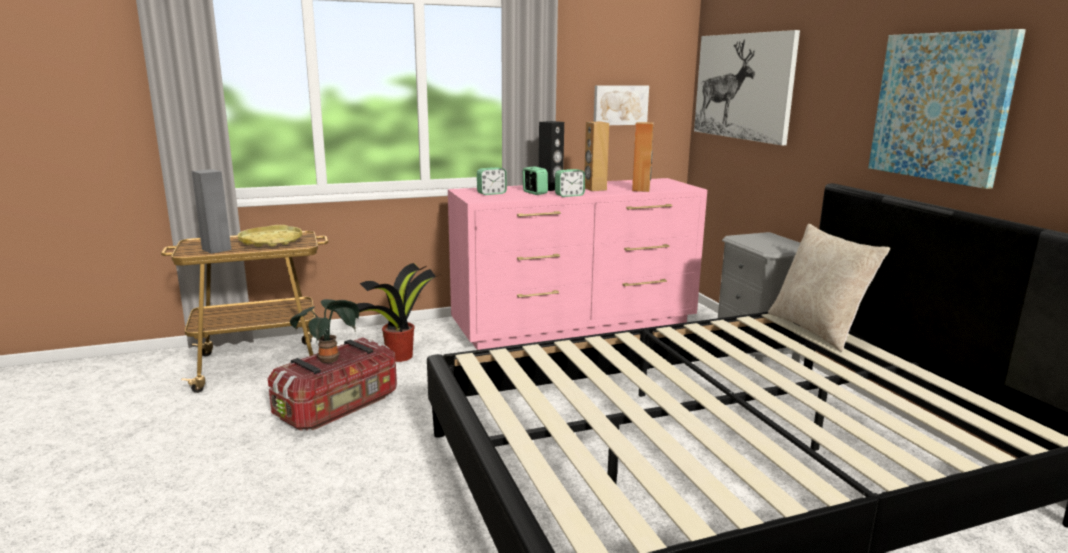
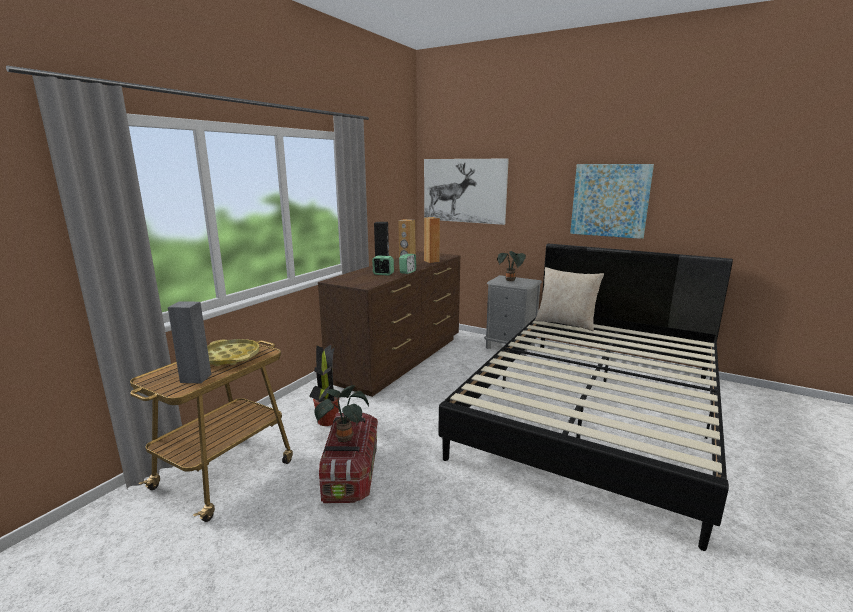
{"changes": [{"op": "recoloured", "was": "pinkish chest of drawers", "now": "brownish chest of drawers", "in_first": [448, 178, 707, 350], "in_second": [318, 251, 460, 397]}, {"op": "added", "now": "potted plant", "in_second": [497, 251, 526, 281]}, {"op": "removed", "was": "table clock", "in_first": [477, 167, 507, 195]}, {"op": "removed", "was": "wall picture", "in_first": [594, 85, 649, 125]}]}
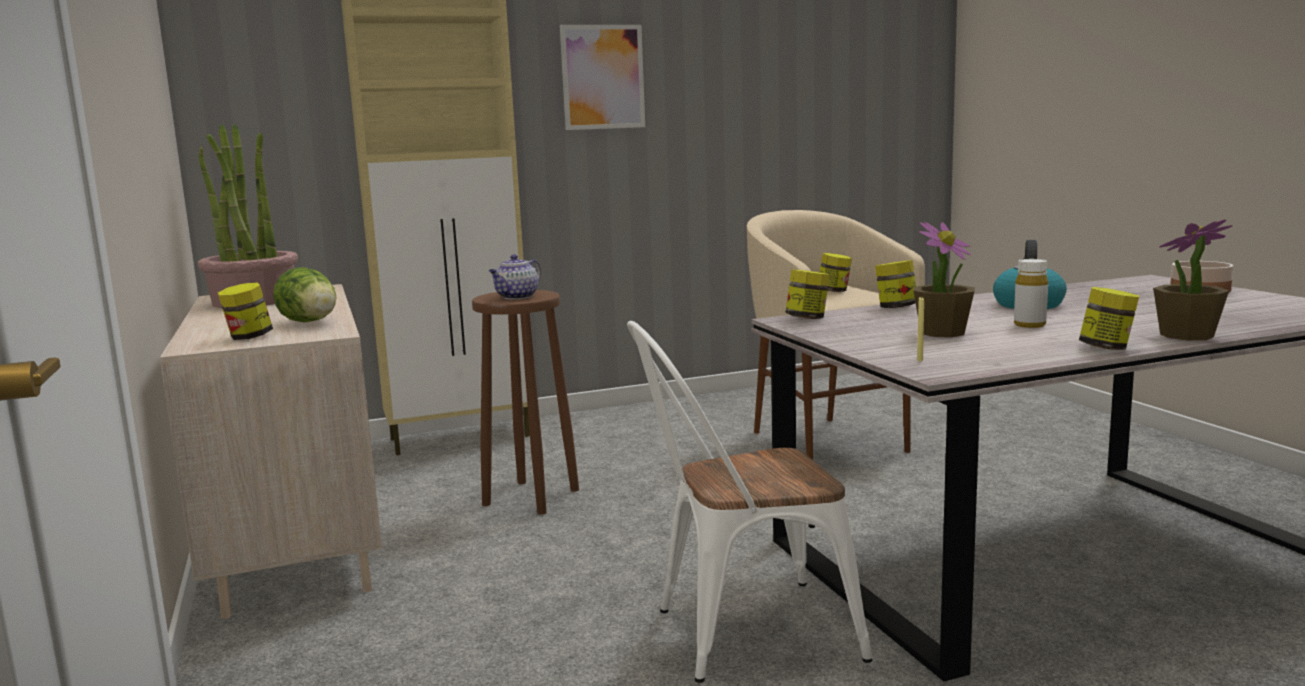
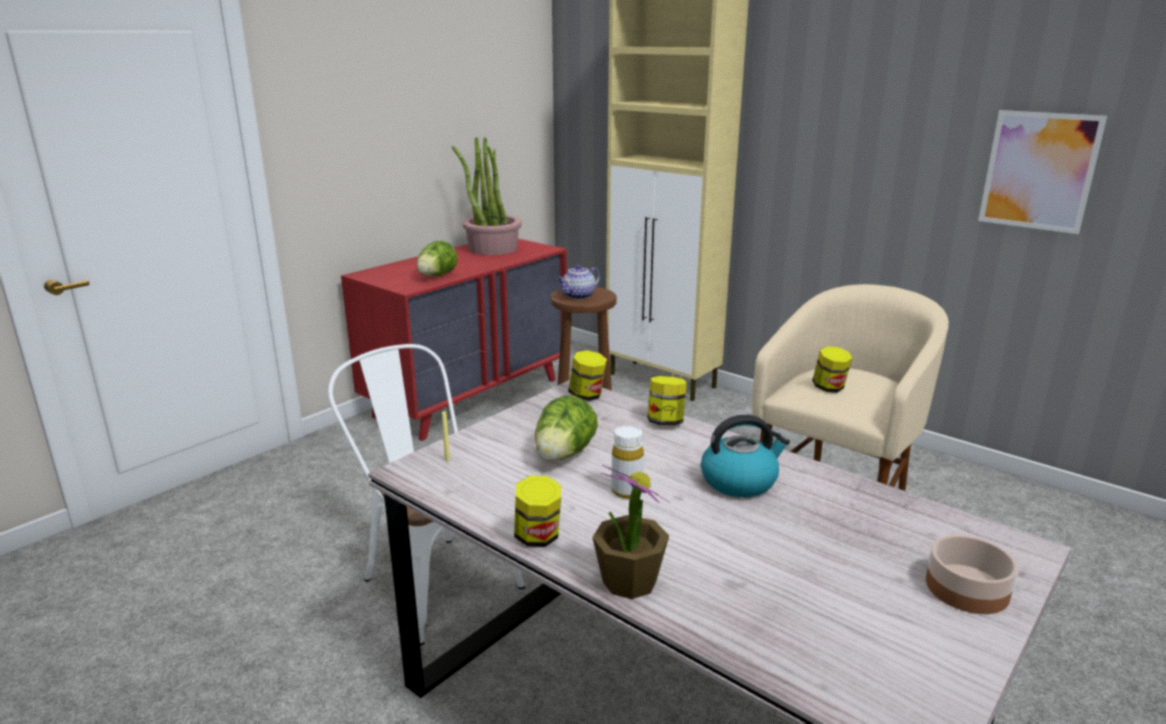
{"changes": [{"op": "recoloured", "was": "beige-coloured chest of drawers", "now": "red chest of drawers", "in_first": [160, 284, 382, 619], "in_second": [341, 239, 567, 441]}, {"op": "replaced", "was": "potted plant", "now": "lettuce", "in_first": [913, 222, 975, 337], "in_second": [535, 395, 598, 461]}, {"op": "turned", "was": "pot for tea", "in_first": [489, 254, 541, 299], "in_second": [557, 264, 600, 299], "clockwise": -45}, {"op": "moved", "was": "wall picture", "in_first": [560, 25, 645, 130], "in_second": [978, 110, 1107, 234]}, {"op": "removed", "was": "jar", "in_first": [218, 282, 273, 340]}]}
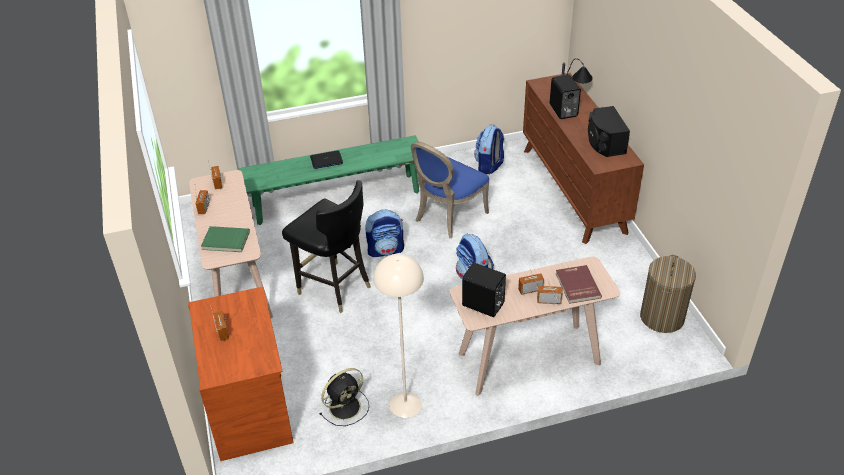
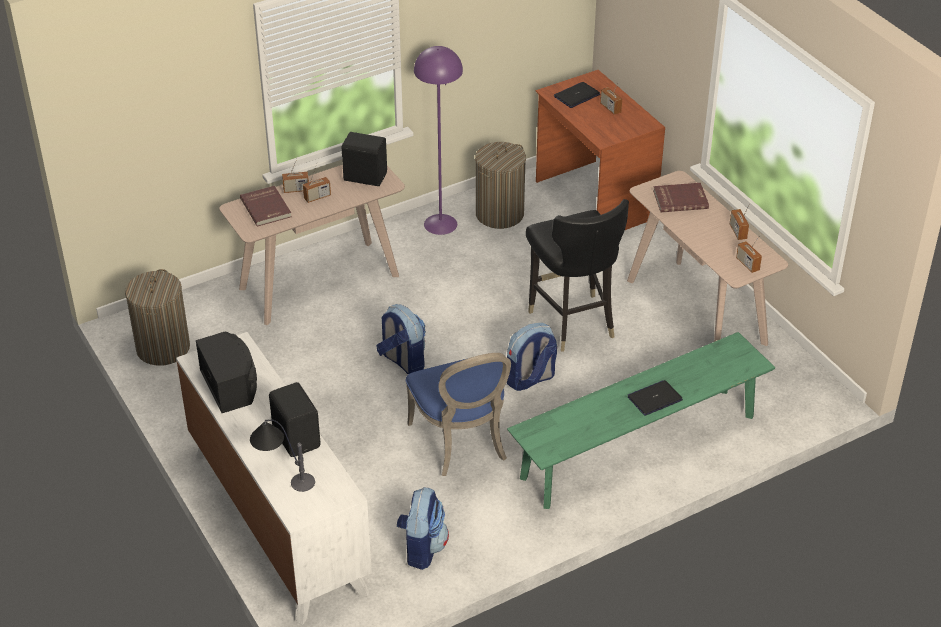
{"changes": [{"op": "recoloured", "was": "brownish chest of drawers", "now": "white chest of drawers", "in_first": [523, 73, 644, 244], "in_second": [176, 332, 372, 624]}, {"op": "turned", "was": "blue-coloured chair", "in_first": [411, 141, 490, 238], "in_second": [405, 353, 511, 476], "clockwise": 135}, {"op": "recoloured", "was": "beige-coloured floor lamp", "now": "purple floor lamp", "in_first": [373, 254, 424, 418], "in_second": [414, 46, 463, 235]}, {"op": "replaced", "was": "black-coloured cooling fan", "now": "laundry basket", "in_first": [320, 368, 369, 426], "in_second": [475, 142, 526, 229]}, {"op": "turned", "was": "black-coloured chair", "in_first": [282, 180, 371, 313], "in_second": [526, 199, 629, 351], "clockwise": -135}, {"op": "added", "now": "notebook computer", "in_second": [554, 82, 600, 108]}, {"op": "recoloured", "was": "green book", "now": "red book", "in_first": [201, 226, 250, 252], "in_second": [653, 183, 709, 212]}]}
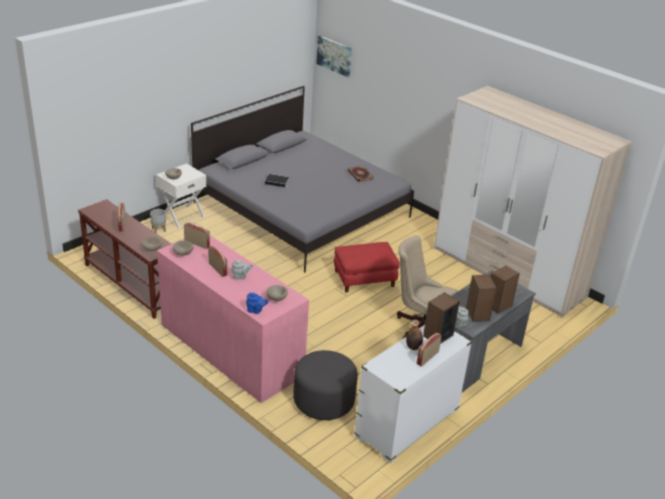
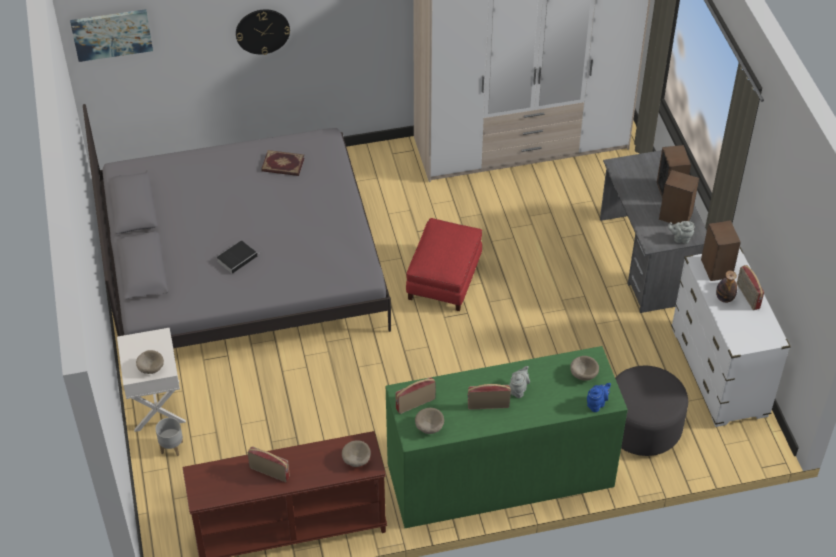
{"changes": [{"op": "added", "now": "clock on the wall", "in_second": [236, 9, 290, 55]}, {"op": "recoloured", "was": "pinkish chest of drawers", "now": "green chest of drawers", "in_first": [157, 235, 309, 403], "in_second": [386, 346, 628, 528]}, {"op": "removed", "was": "beige-coloured desk chair", "in_first": [397, 235, 457, 339]}]}
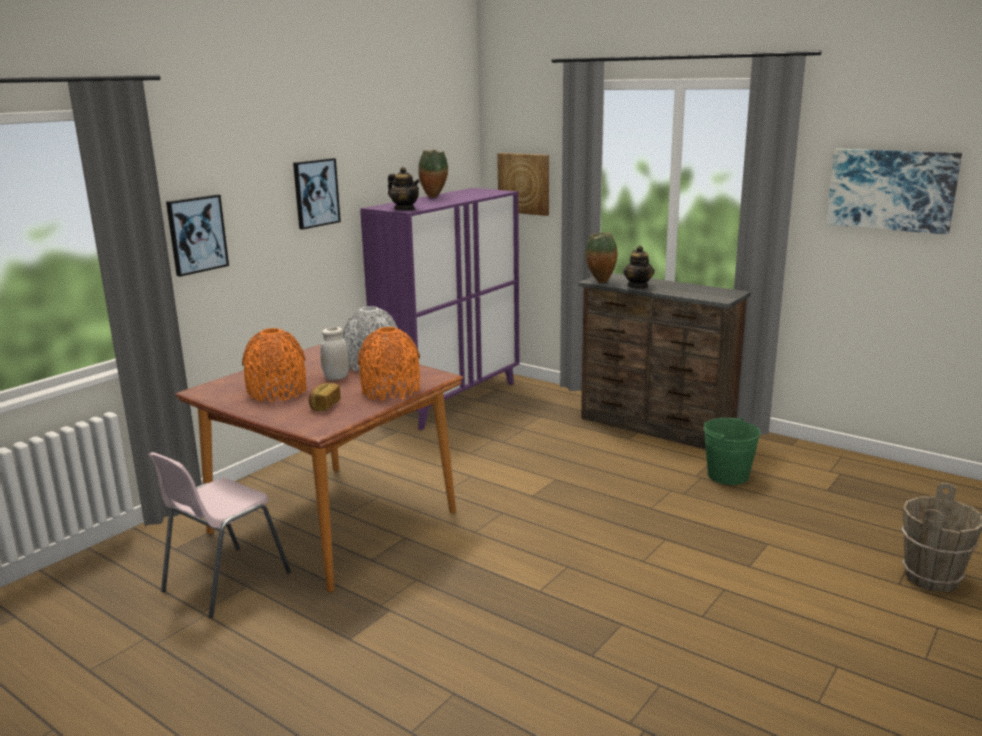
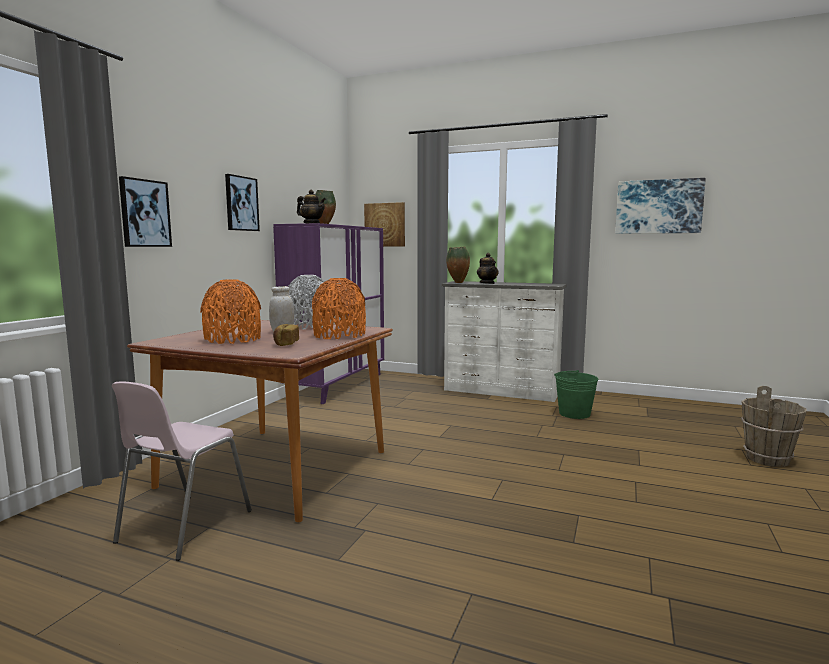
{"changes": [{"op": "recoloured", "was": "brownish chest of drawers", "now": "white chest of drawers", "in_first": [579, 273, 751, 450], "in_second": [442, 281, 567, 402]}]}
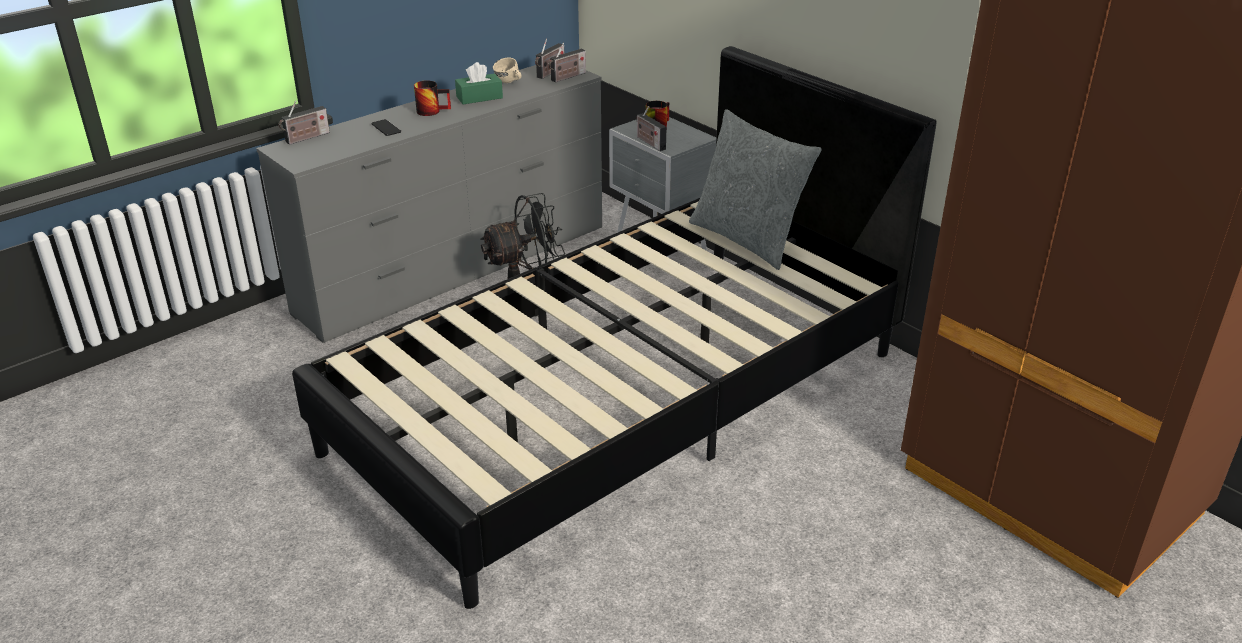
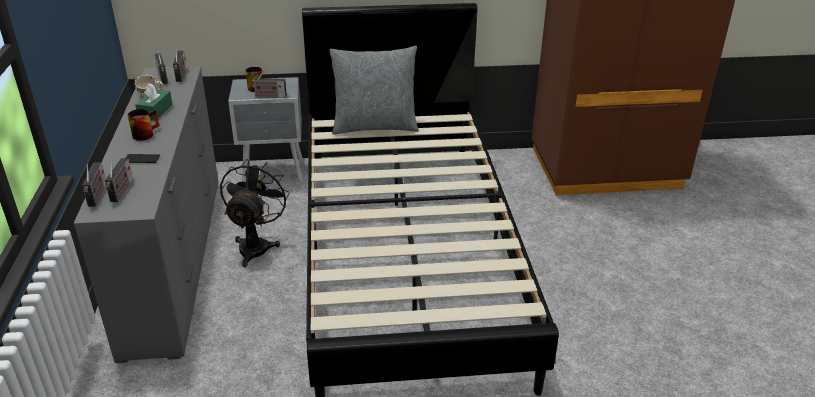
{"changes": [{"op": "added", "now": "radio", "in_second": [105, 158, 133, 202]}]}
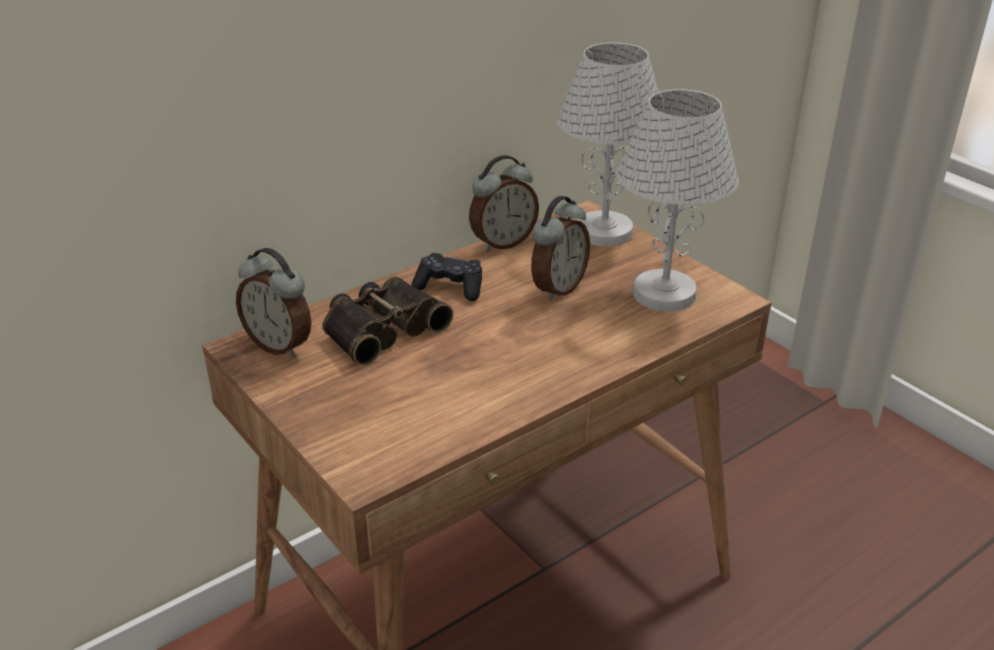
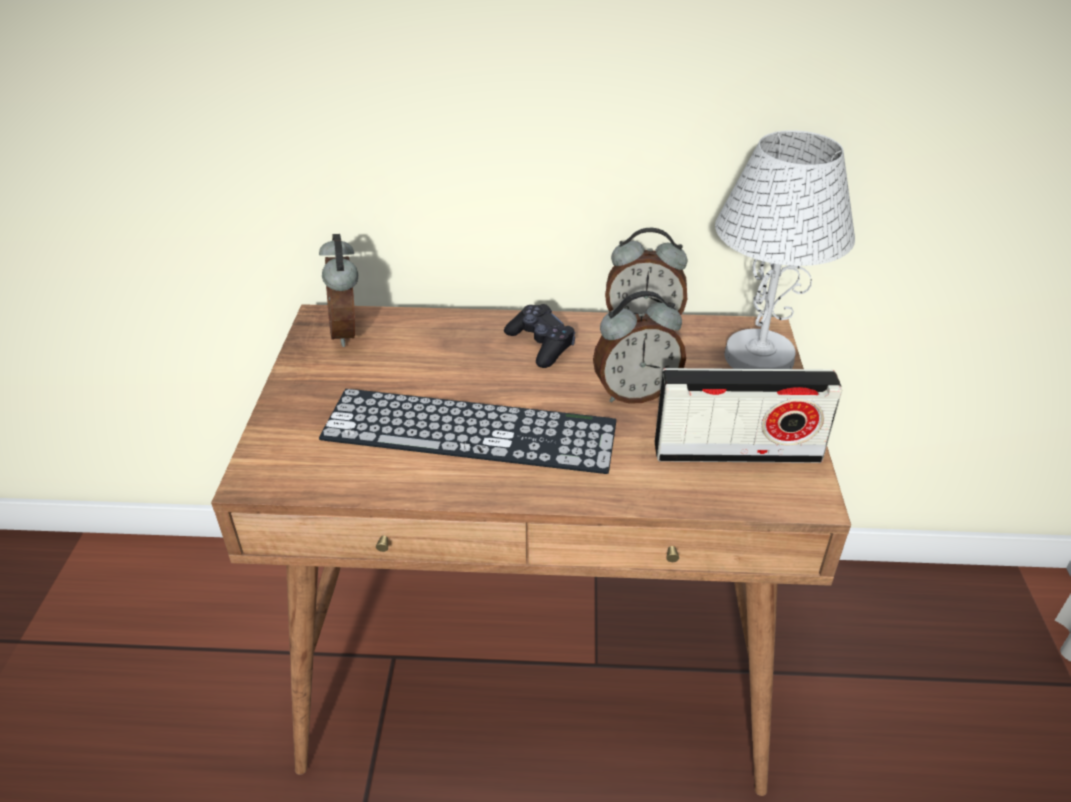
{"changes": [{"op": "added", "now": "PC keyboard", "in_second": [319, 389, 616, 474]}, {"op": "replaced", "was": "white table lamp", "now": "radio", "in_first": [616, 89, 739, 311], "in_second": [655, 368, 842, 463]}, {"op": "removed", "was": "field glasses", "in_first": [322, 276, 453, 366]}]}
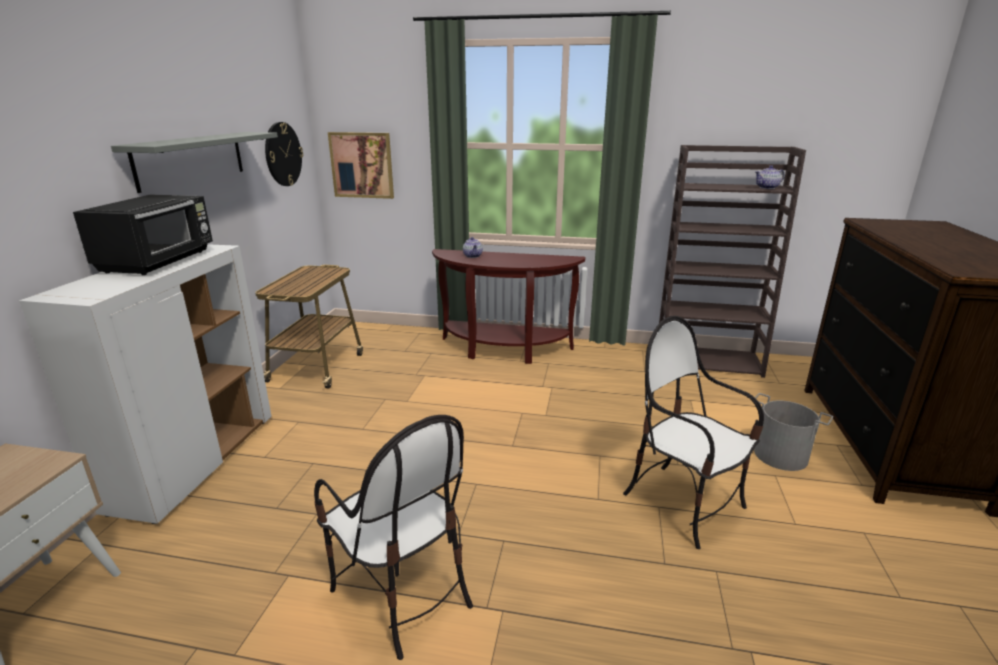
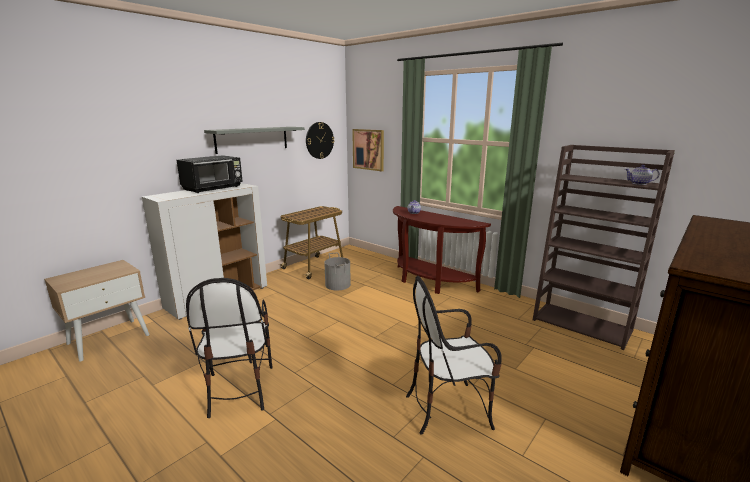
{"changes": [{"op": "moved", "was": "greyish water bucket", "in_first": [754, 393, 833, 471], "in_second": [324, 252, 351, 290]}, {"op": "turned", "was": "chair", "in_first": [623, 316, 764, 549], "in_second": [406, 276, 502, 435], "clockwise": -90}]}
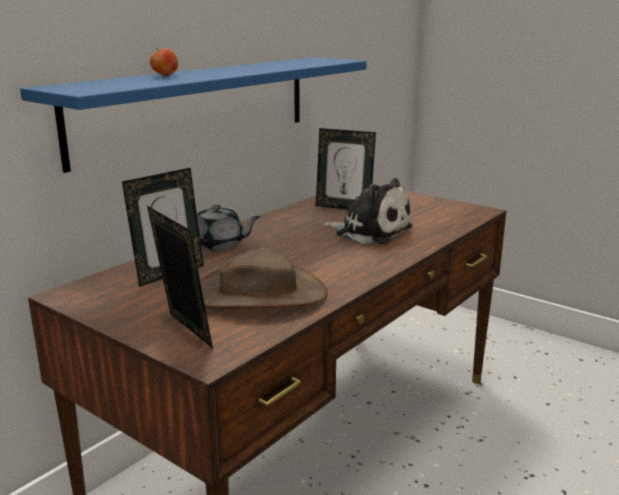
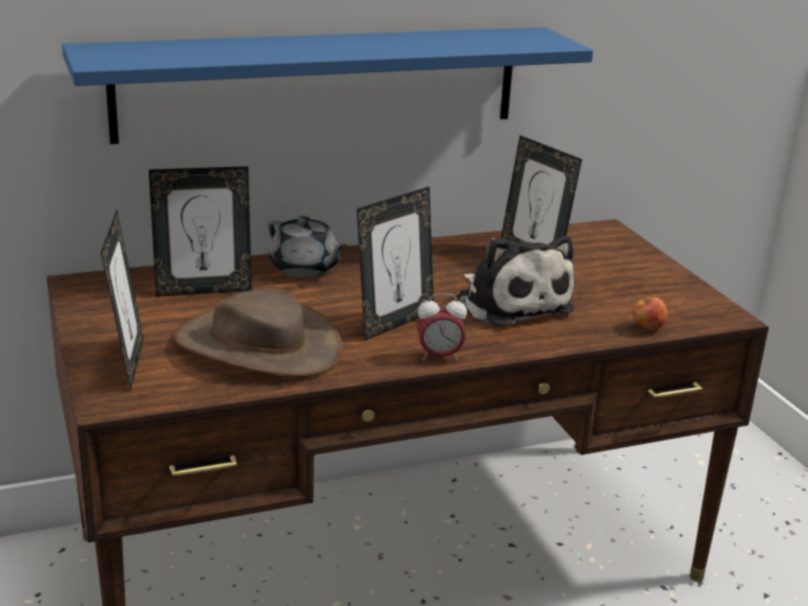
{"changes": [{"op": "added", "now": "photo frame", "in_second": [357, 186, 434, 341]}, {"op": "added", "now": "table clock", "in_second": [417, 294, 467, 361]}, {"op": "moved", "was": "apple fruit", "in_first": [150, 48, 178, 76], "in_second": [632, 295, 668, 330]}]}
